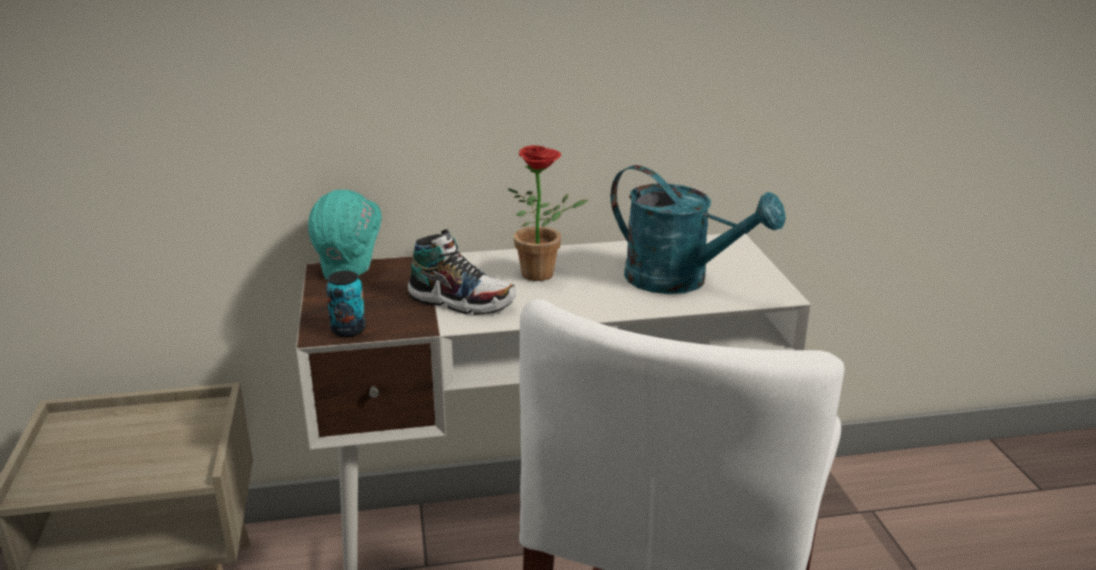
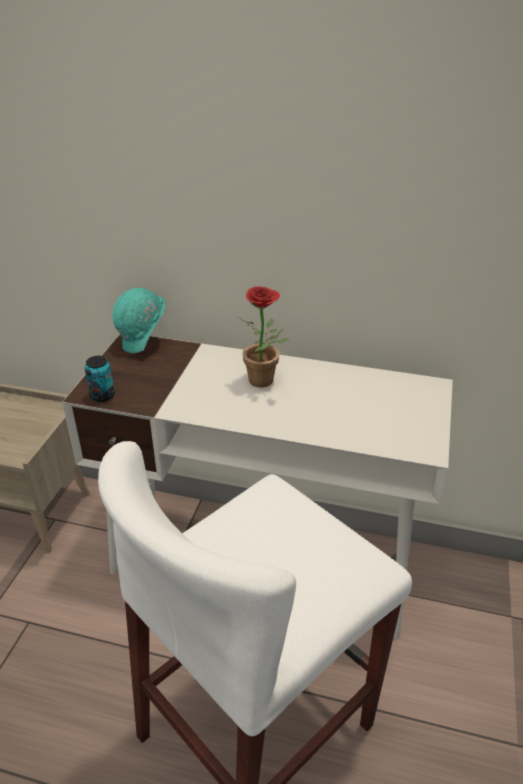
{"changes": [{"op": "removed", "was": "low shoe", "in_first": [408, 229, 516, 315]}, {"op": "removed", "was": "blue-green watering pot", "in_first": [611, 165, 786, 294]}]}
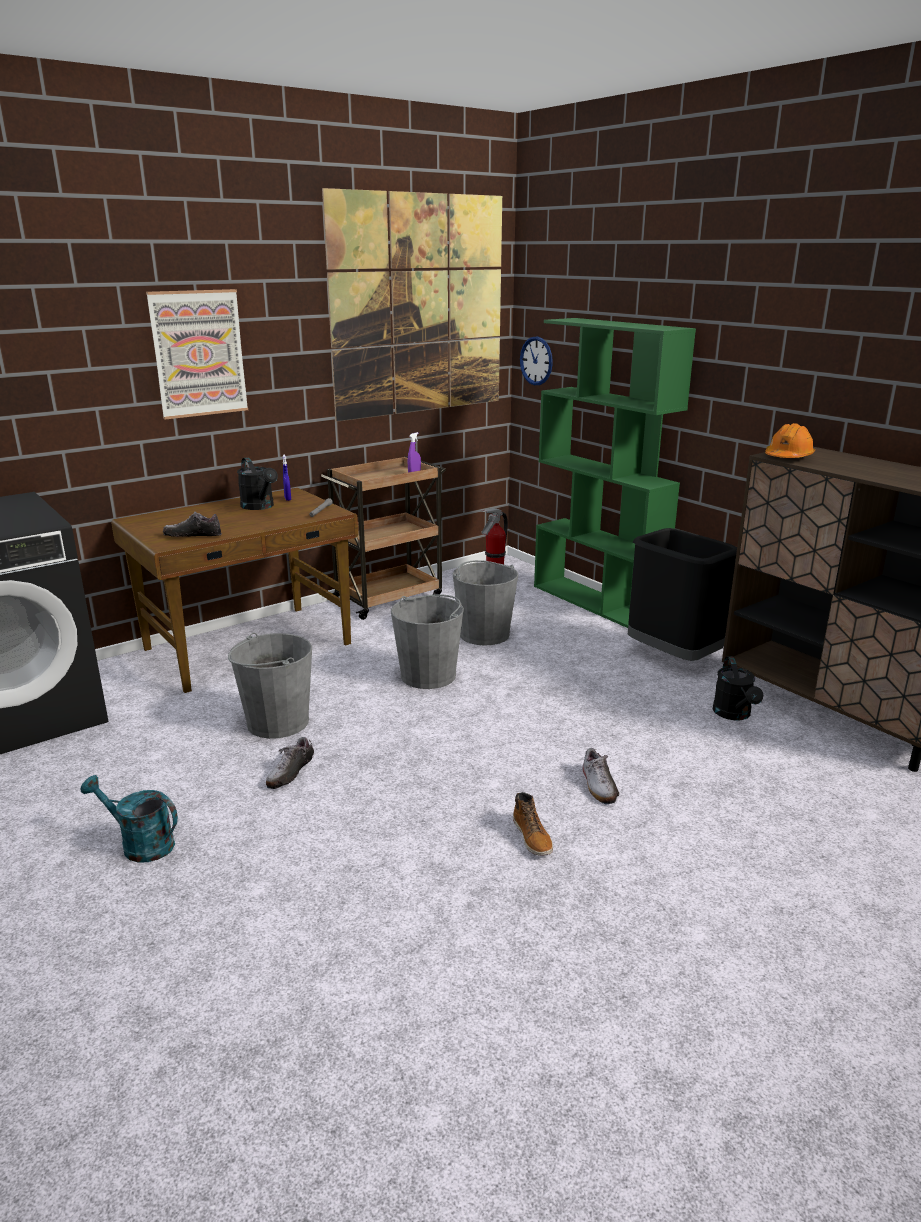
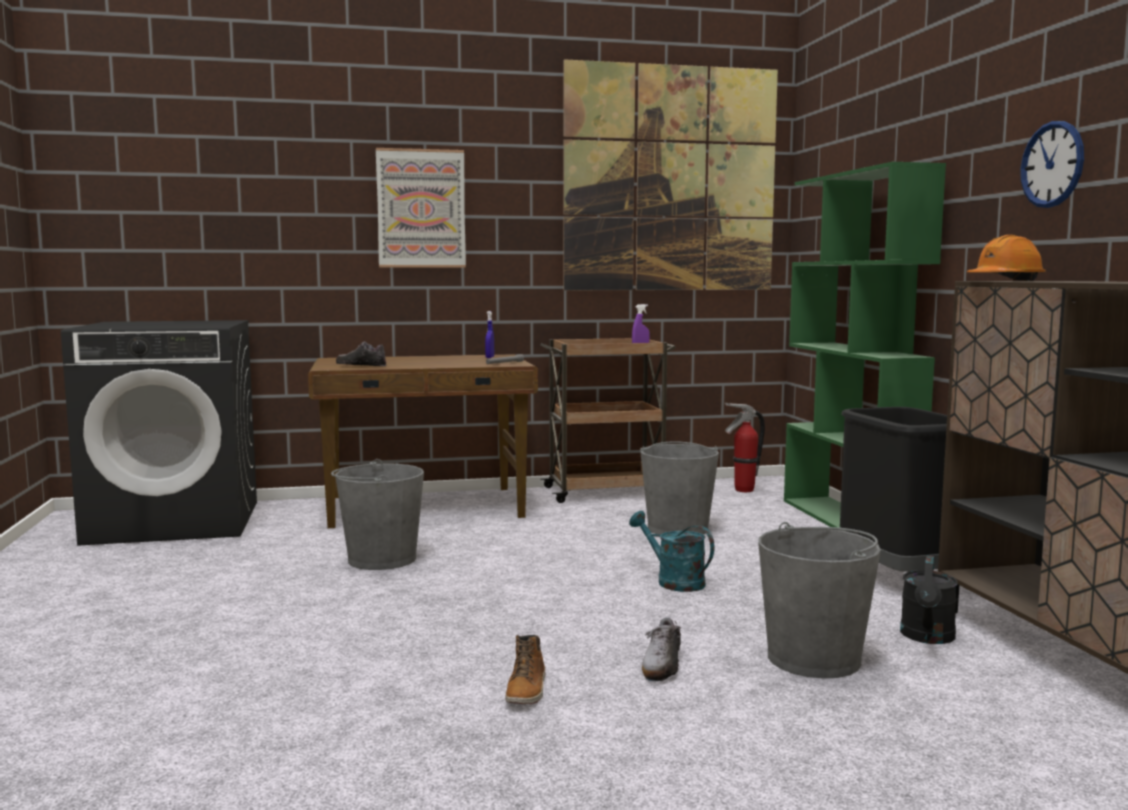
{"changes": [{"op": "moved", "was": "blue-green watering pot", "in_first": [80, 775, 178, 862], "in_second": [629, 511, 715, 592]}, {"op": "moved", "was": "greyish water bucket", "in_first": [391, 594, 464, 689], "in_second": [758, 522, 881, 679]}, {"op": "moved", "was": "clock on the wall", "in_first": [520, 336, 553, 385], "in_second": [1020, 121, 1084, 208]}, {"op": "removed", "was": "black-coloured watering pot", "in_first": [237, 457, 278, 510]}, {"op": "removed", "was": "low shoe", "in_first": [266, 737, 314, 789]}]}
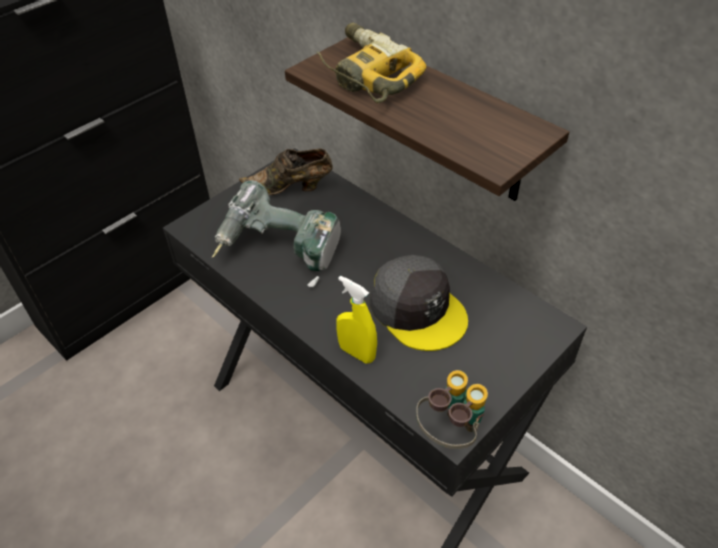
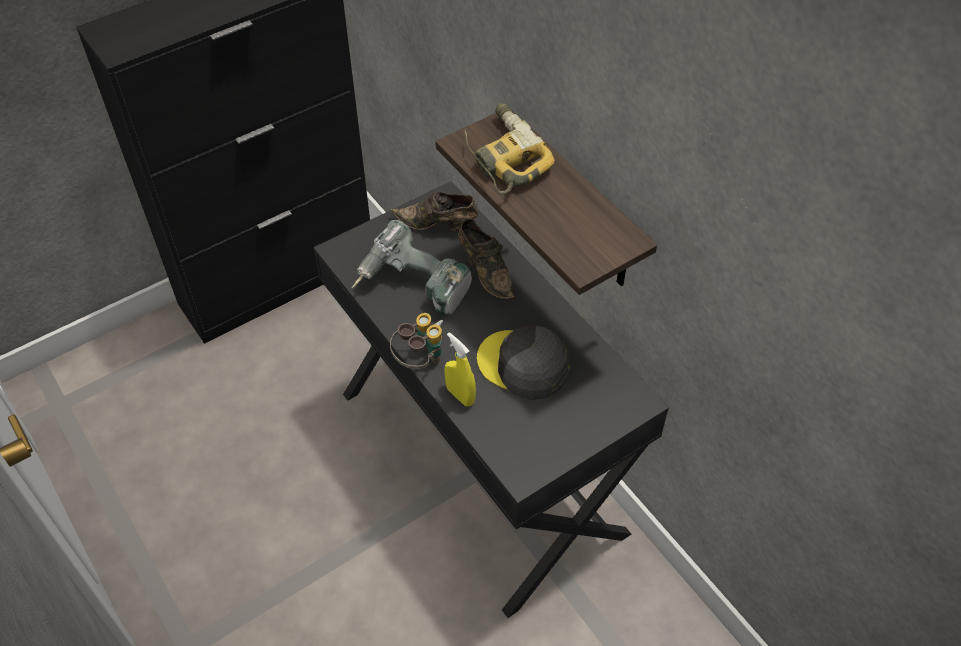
{"changes": [{"op": "moved", "was": "field glasses", "in_first": [416, 370, 488, 449], "in_second": [390, 313, 442, 369]}, {"op": "added", "now": "brownish low shoe", "in_second": [458, 218, 514, 299]}, {"op": "turned", "was": "greyish cap", "in_first": [370, 255, 468, 351], "in_second": [477, 325, 570, 400], "clockwise": 150}]}
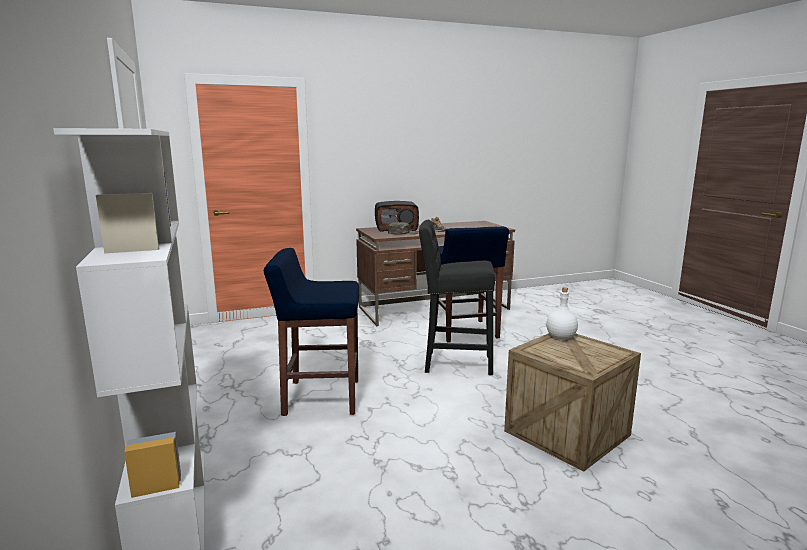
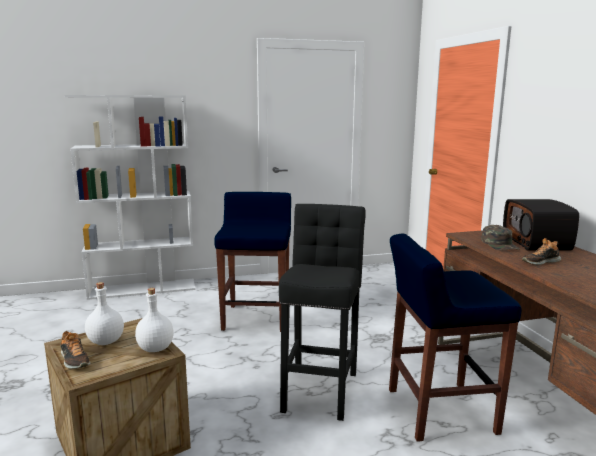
{"changes": [{"op": "added", "now": "low shoe", "in_second": [60, 331, 91, 369]}, {"op": "added", "now": "white drink bottle", "in_second": [85, 282, 124, 345]}]}
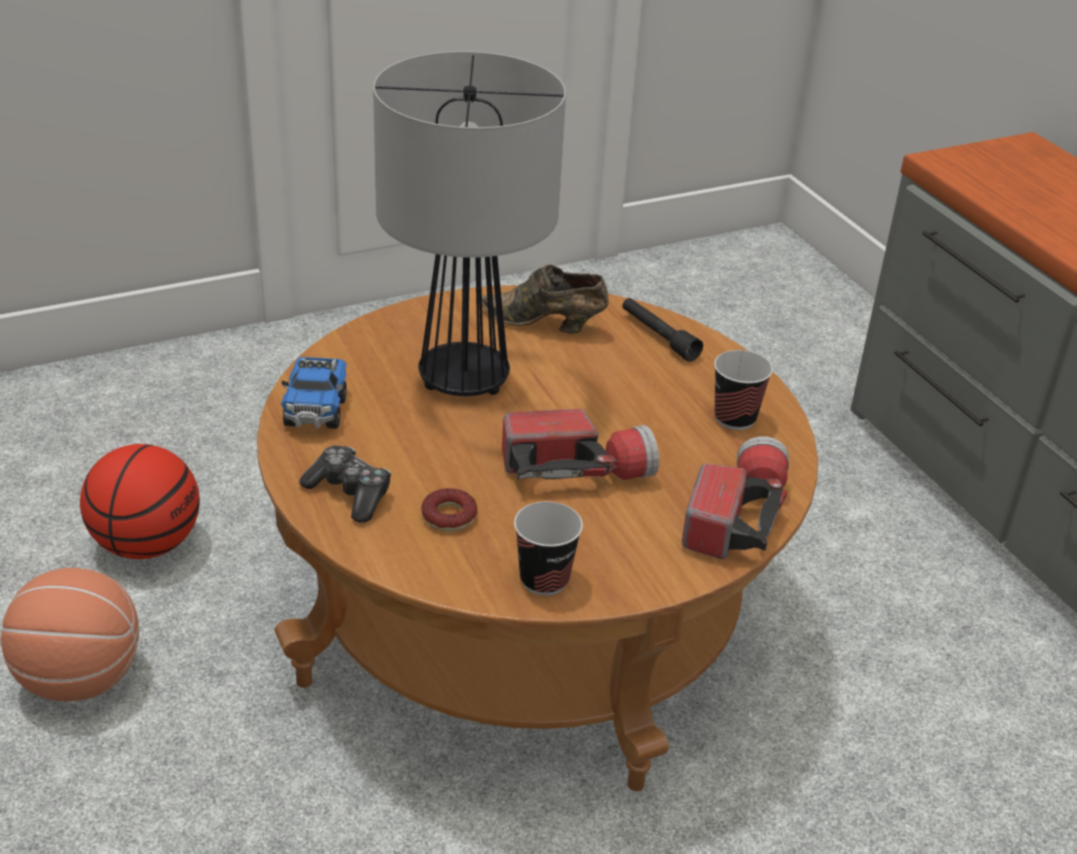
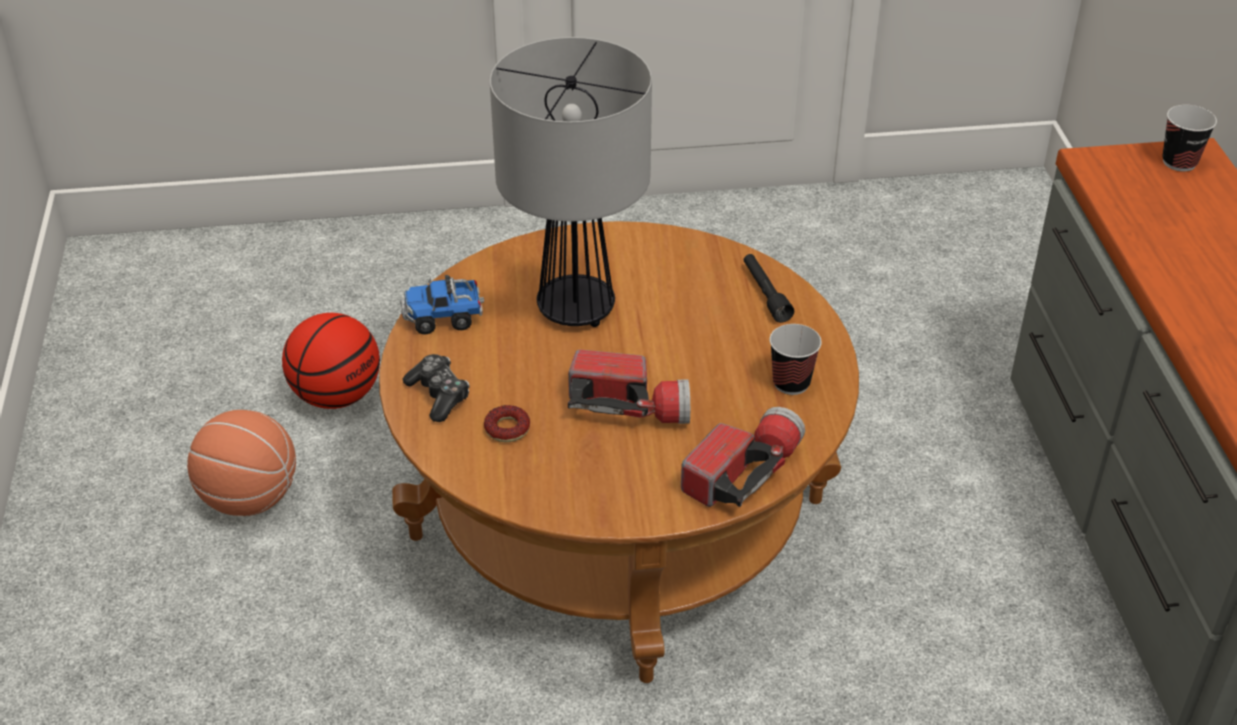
{"changes": [{"op": "turned", "was": "toy truck", "in_first": [281, 357, 347, 429], "in_second": [400, 275, 484, 334], "clockwise": 60}, {"op": "moved", "was": "small cup", "in_first": [514, 501, 583, 596], "in_second": [1162, 105, 1217, 172]}, {"op": "removed", "was": "brownish low shoe", "in_first": [482, 265, 609, 333]}]}
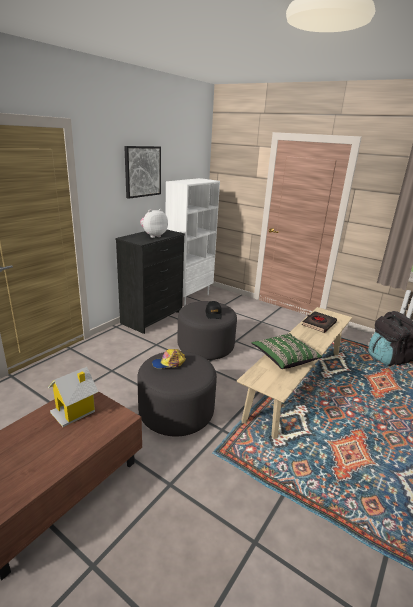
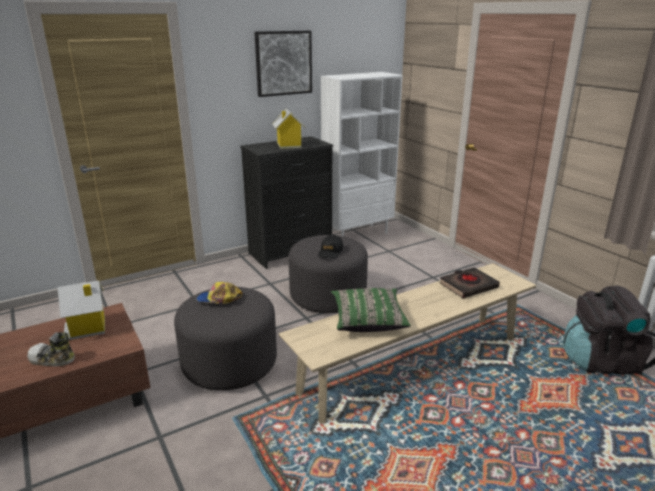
{"changes": [{"op": "added", "now": "low shoe", "in_second": [27, 332, 75, 366]}, {"op": "replaced", "was": "plush toy", "now": "toy house", "in_first": [140, 209, 168, 238], "in_second": [273, 108, 306, 149]}]}
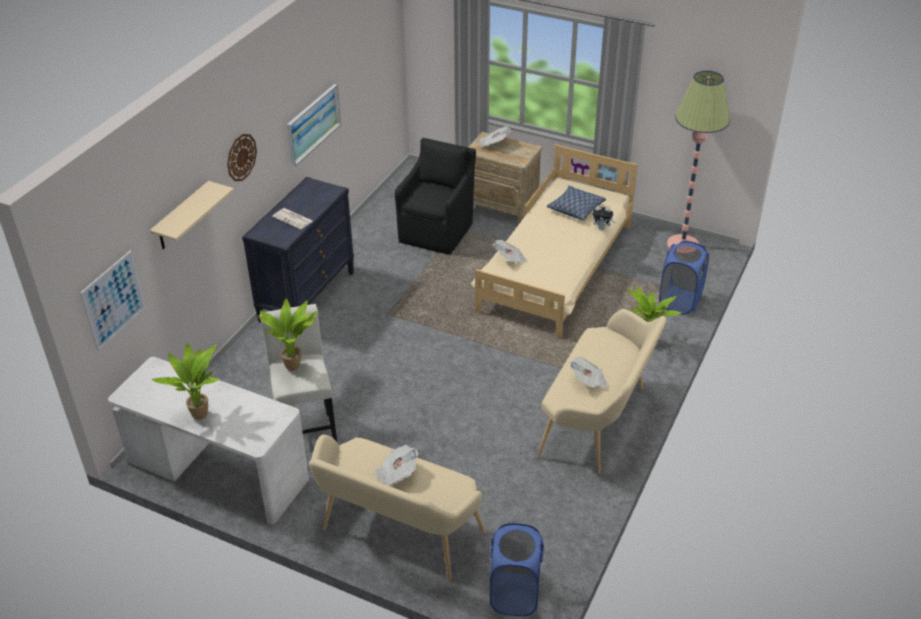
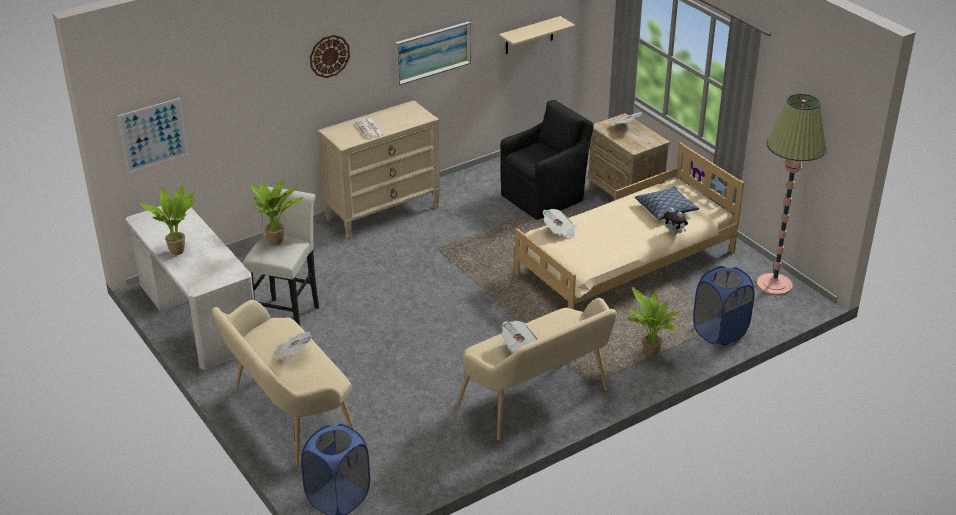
{"changes": [{"op": "recoloured", "was": "black-coloured chest of drawers", "now": "beige-coloured chest of drawers", "in_first": [242, 177, 354, 323], "in_second": [317, 100, 441, 240]}, {"op": "moved", "was": "beige-coloured bracket shelf", "in_first": [150, 181, 234, 249], "in_second": [499, 16, 575, 54]}]}
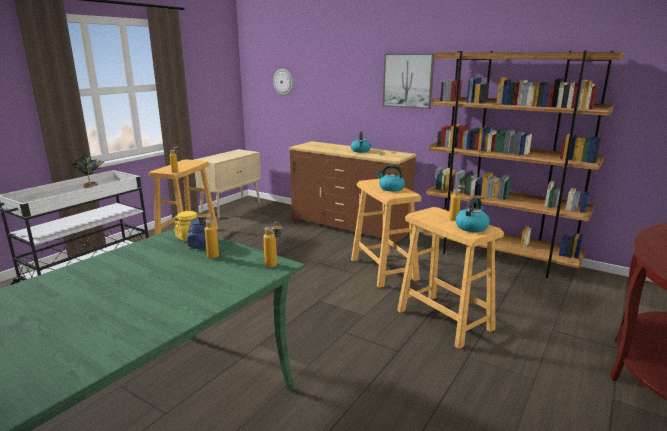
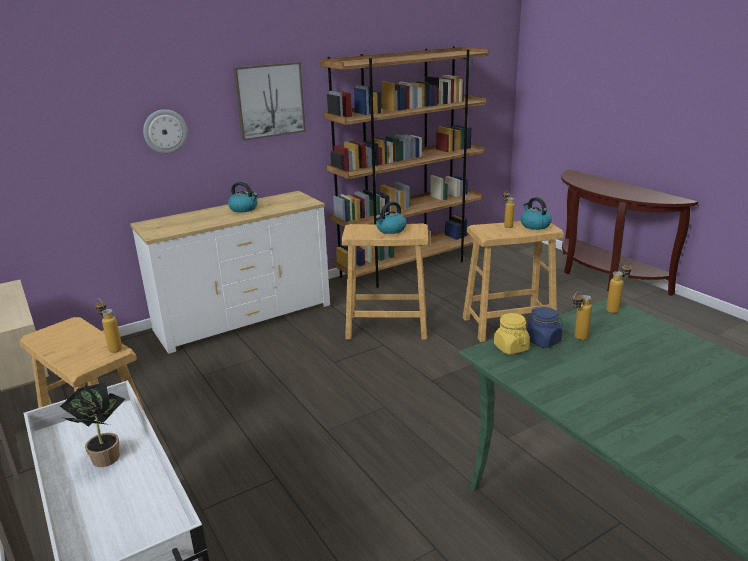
{"changes": [{"op": "recoloured", "was": "brownish chest of drawers", "now": "white chest of drawers", "in_first": [289, 141, 416, 244], "in_second": [130, 191, 330, 354]}, {"op": "moved", "was": "clock on the wall", "in_first": [273, 69, 294, 95], "in_second": [143, 109, 188, 154]}]}
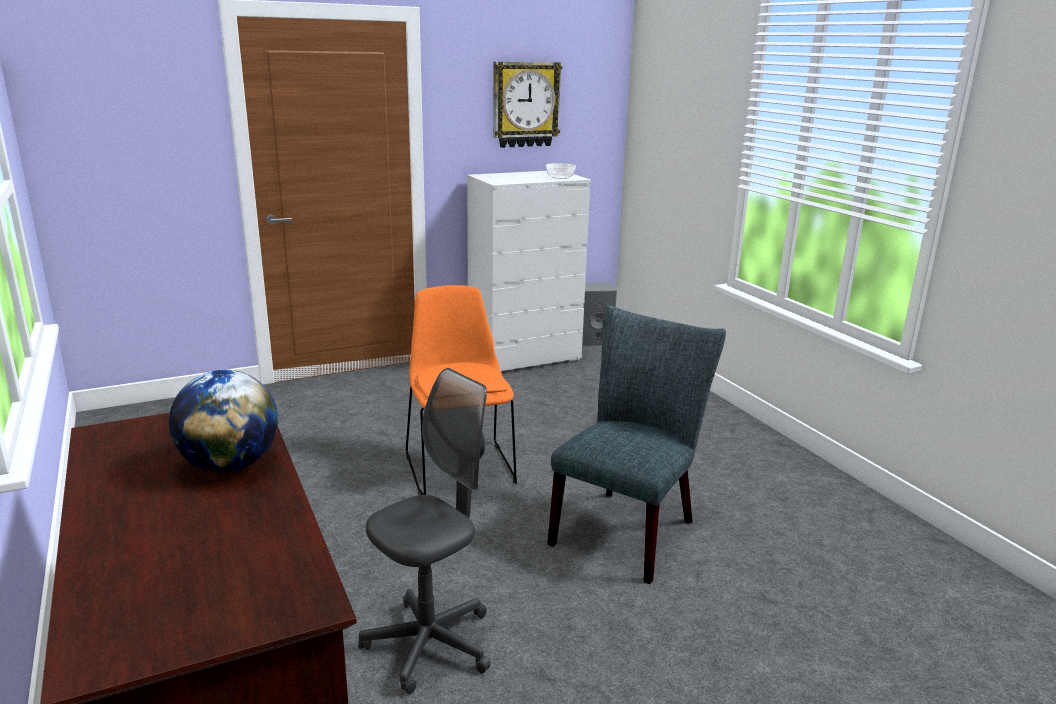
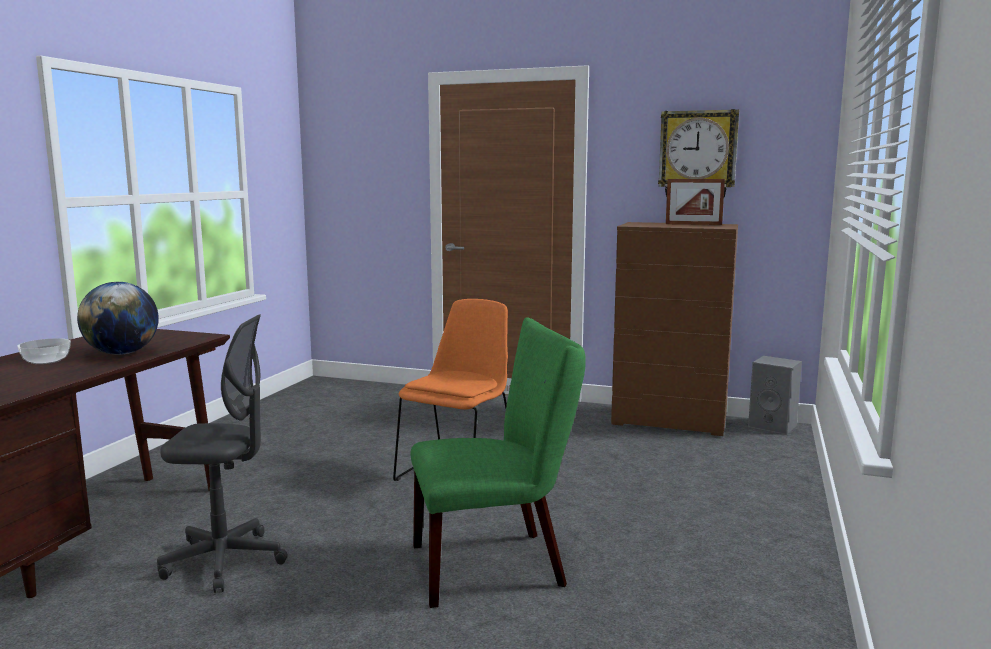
{"changes": [{"op": "moved", "was": "deep dish", "in_first": [546, 163, 576, 179], "in_second": [17, 338, 71, 364]}, {"op": "recoloured", "was": "greyish chair", "now": "green chair", "in_first": [547, 305, 726, 584], "in_second": [411, 317, 586, 608]}, {"op": "recoloured", "was": "white chest of drawers", "now": "brownish chest of drawers", "in_first": [467, 171, 591, 371], "in_second": [611, 222, 738, 436]}, {"op": "added", "now": "photo frame", "in_second": [666, 179, 725, 225]}]}
